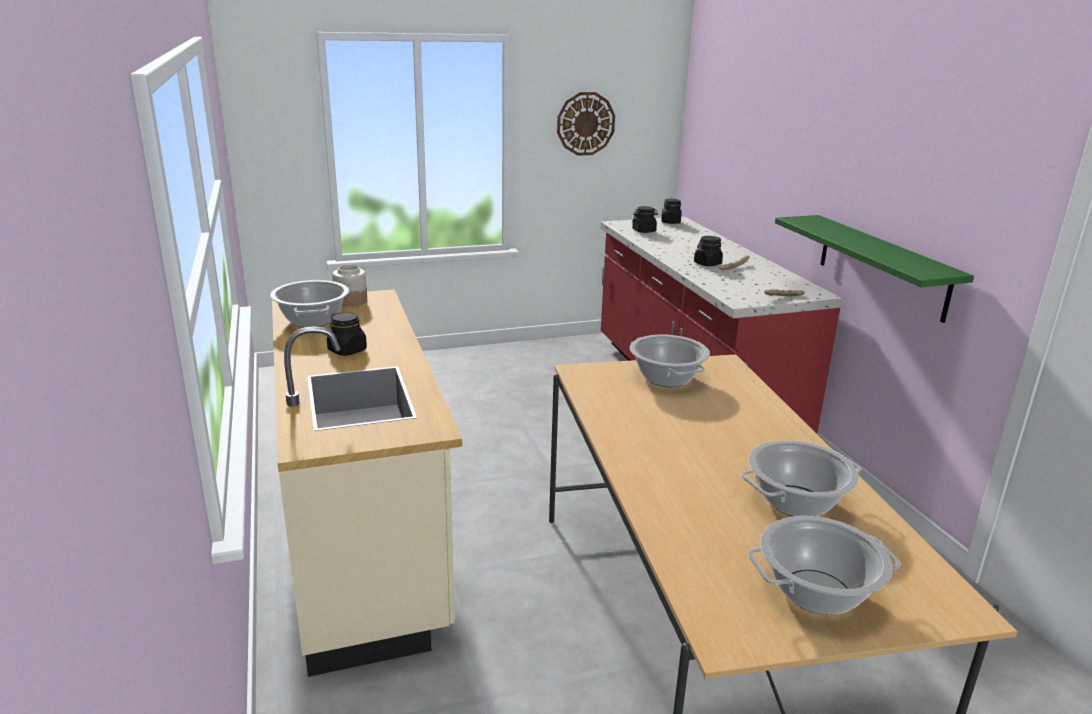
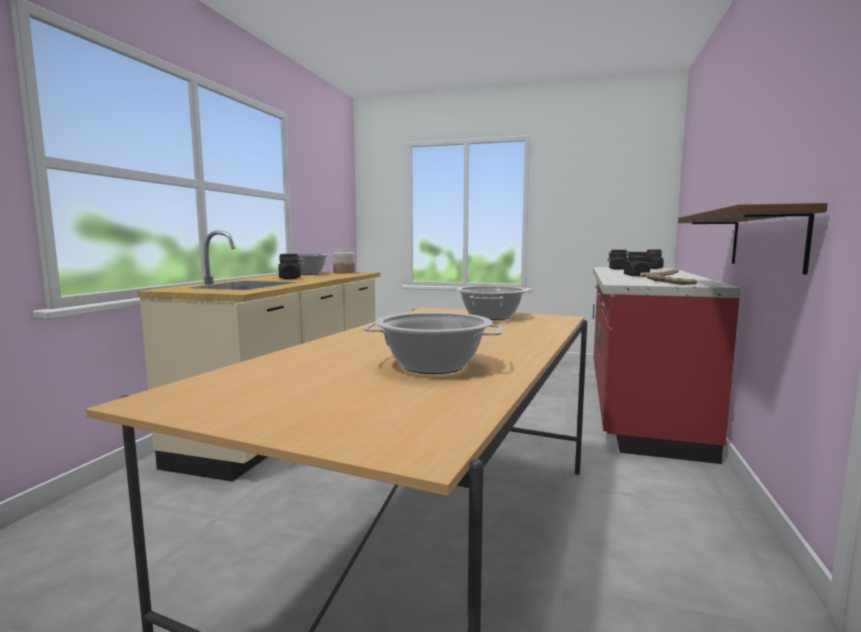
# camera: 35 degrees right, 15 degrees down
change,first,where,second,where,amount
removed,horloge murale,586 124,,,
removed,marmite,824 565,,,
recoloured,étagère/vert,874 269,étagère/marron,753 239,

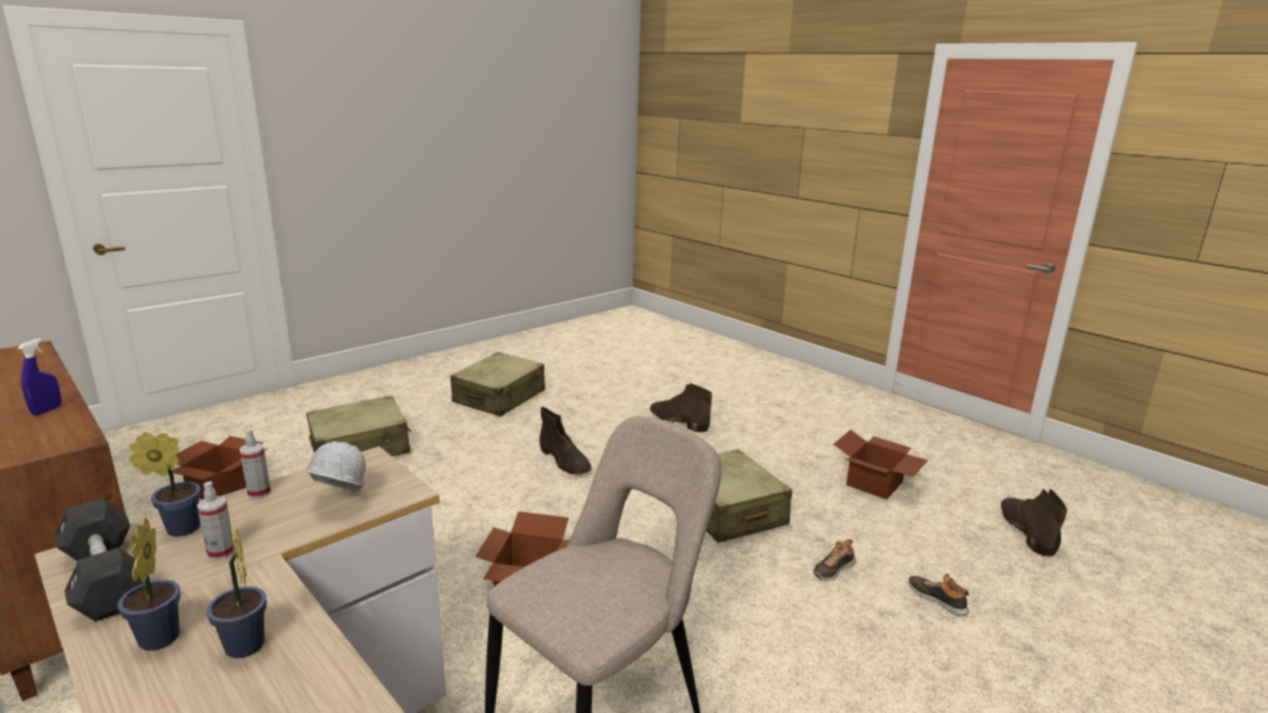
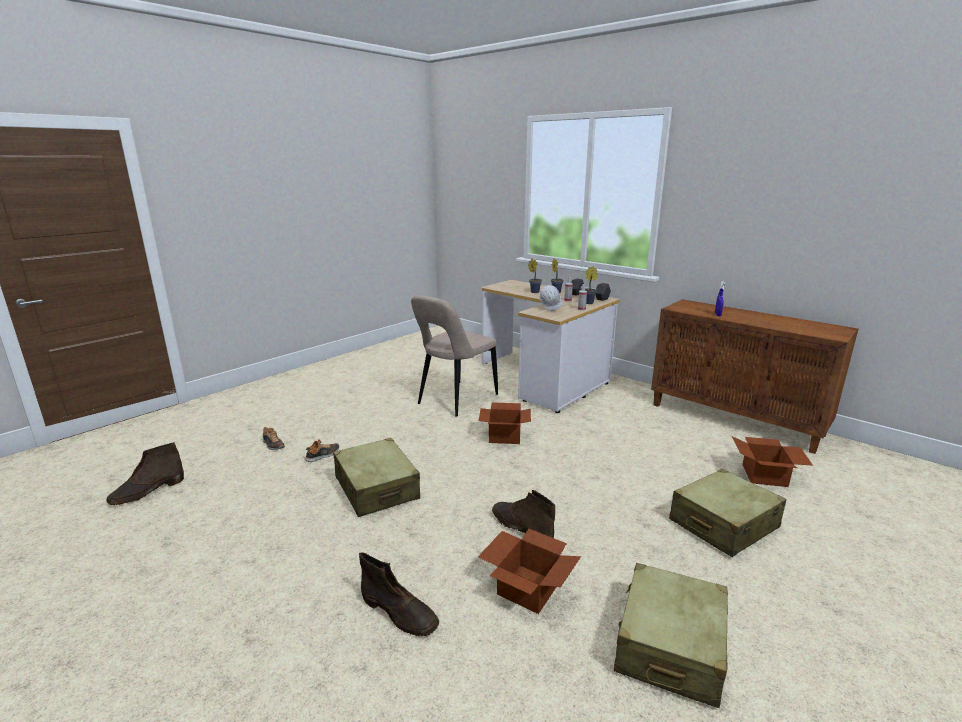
# camera: 175 degrees right, 0 degrees up
change,first,where,second,where,amount
moved,carton,880 464,,529 571,
turned,botte/marron,1034 522,,145 473,45 degrees clockwise

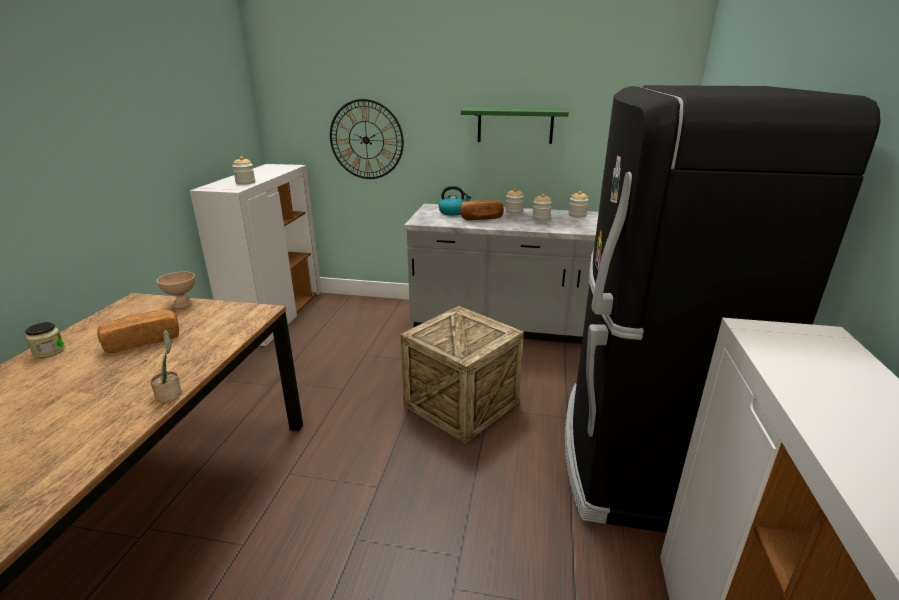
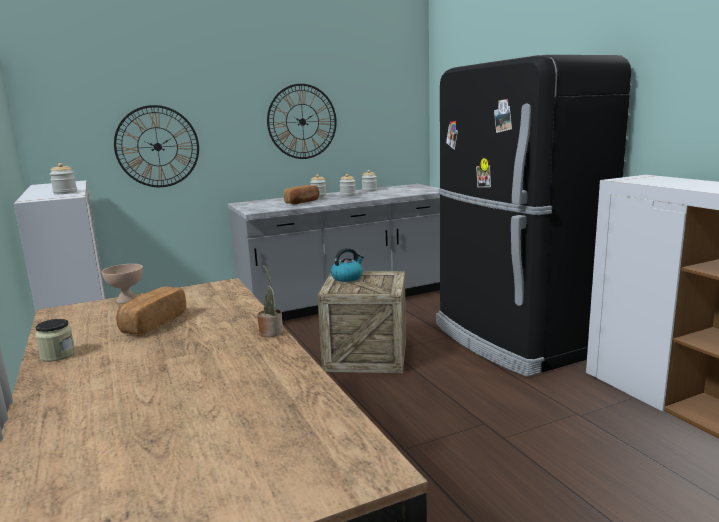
# camera: 35 degrees left, 10 degrees down
change,first,where,second,where,amount
moved,bouilloire,455 201,,347 265,
replaced,étagère/vert,515 126,horloge murale,302 121,

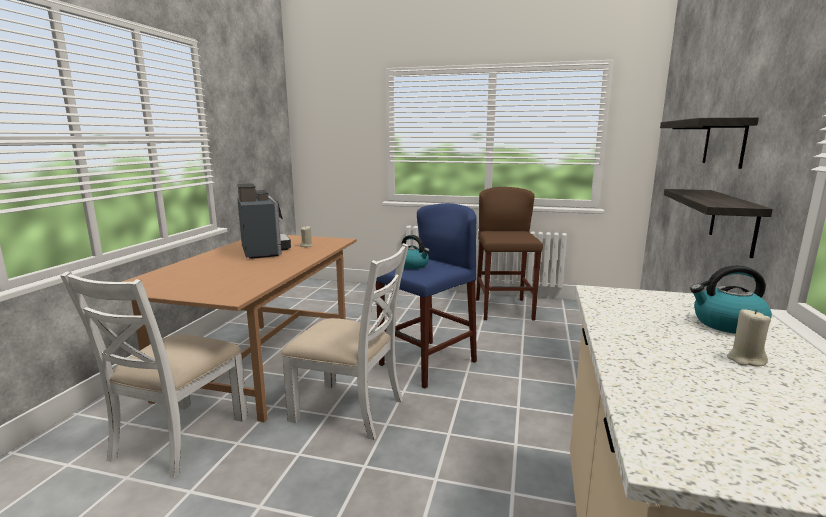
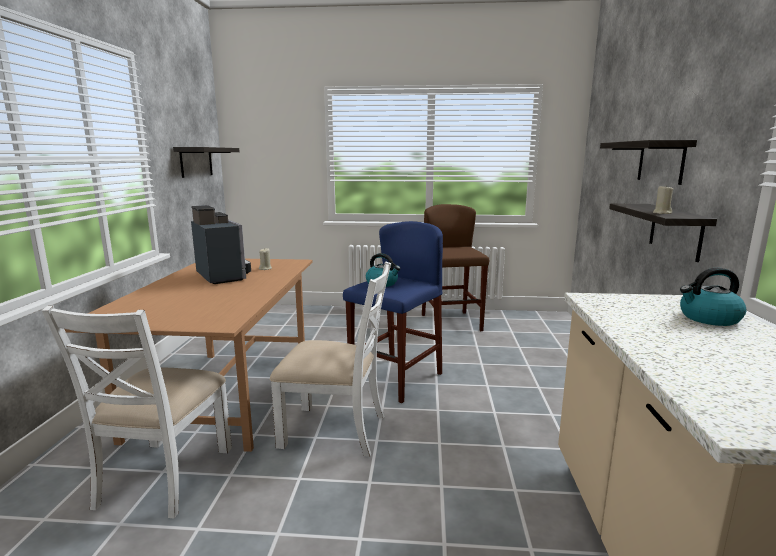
# camera: 10 degrees left, 0 degrees up
change,first,where,second,where,amount
added,,,étagère,206 162,
moved,bougie/beige,749 337,,663 199,

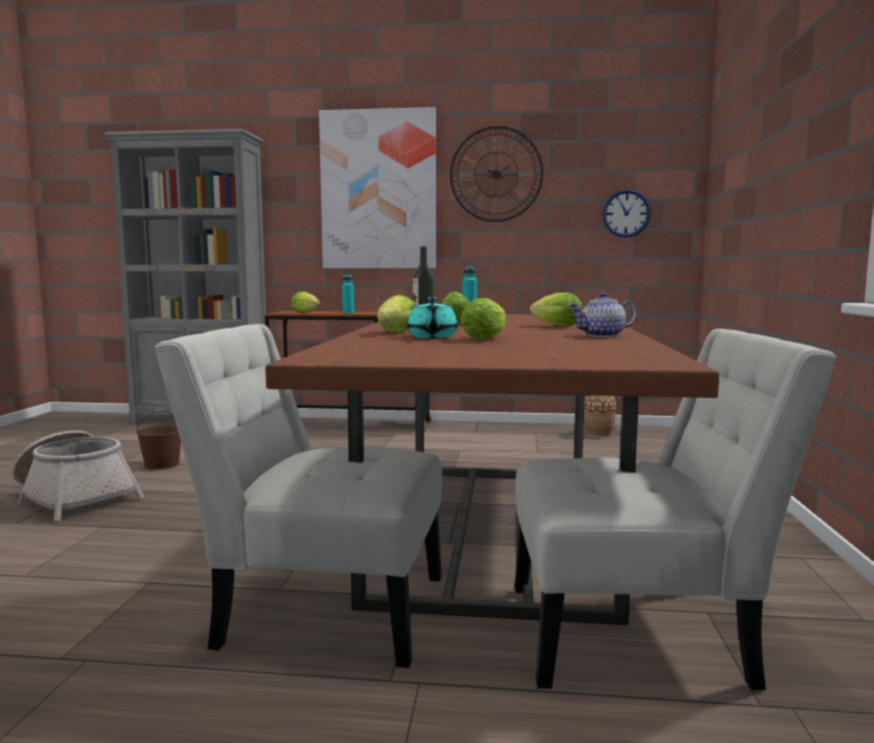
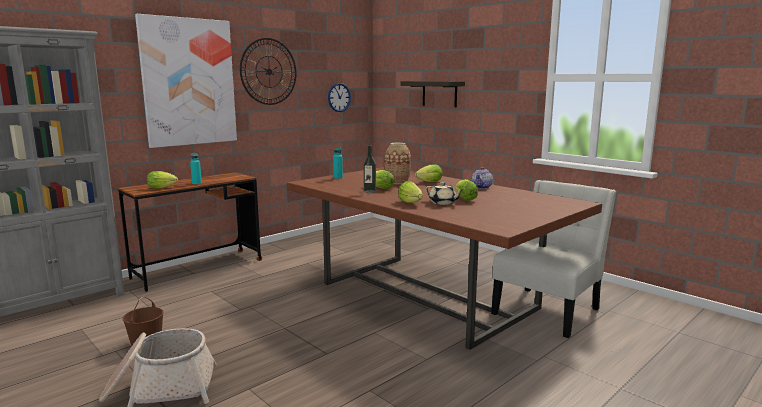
# camera: 50 degrees left, 5 degrees up
change,first,where,second,where,amount
removed,chaise/blanc,298 496,,,
added,,,étagère,432 94,
moved,vase,600 416,,398 163,
recoloured,théière/turquoise,432 317,théière/beige,444 193,

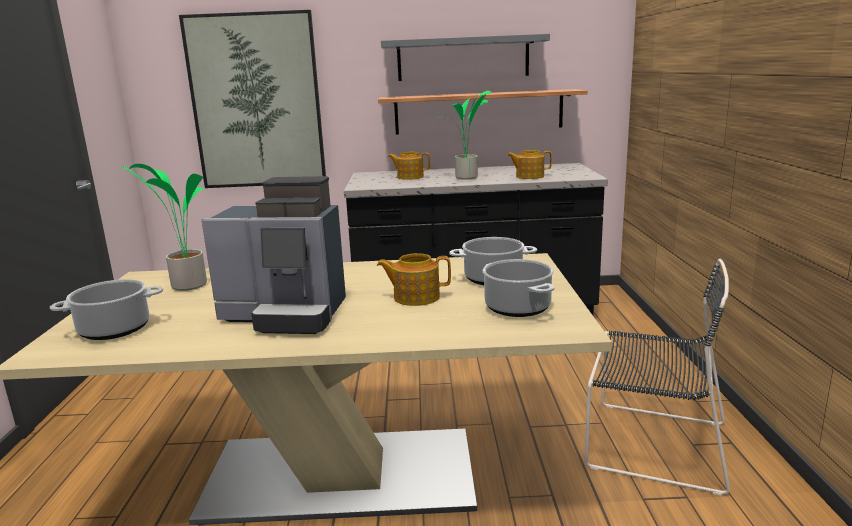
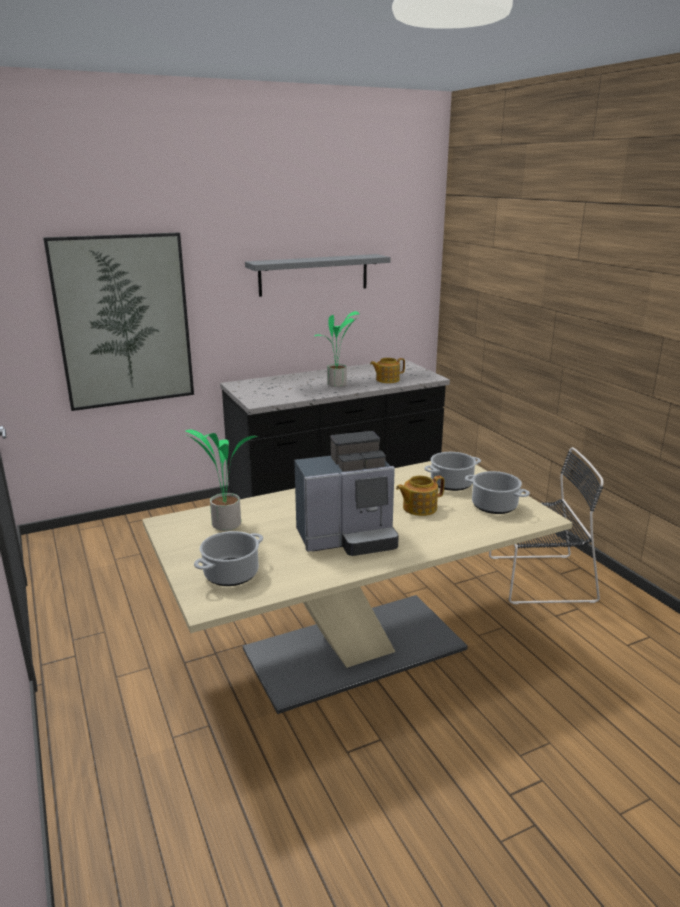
# camera: 25 degrees left, 5 degrees up
change,first,where,second,where,amount
removed,étagère,483 112,,,
removed,théière,409 166,,,

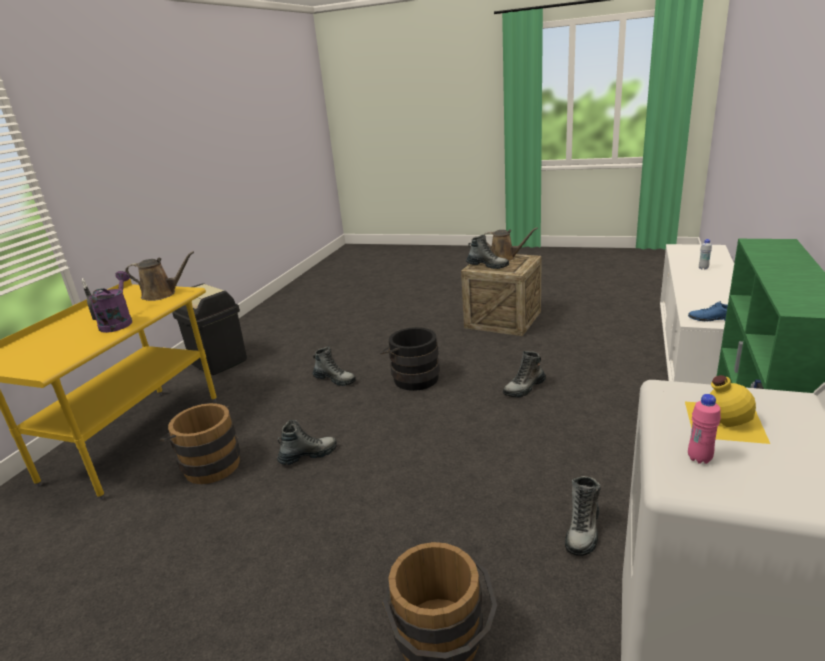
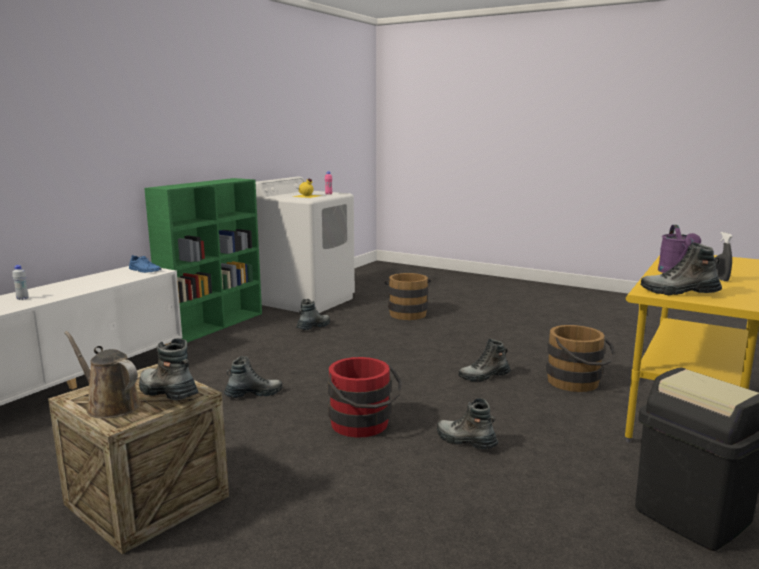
# camera: 170 degrees left, 10 degrees down
change,first,where,second,where,amount
replaced,arrosoir/marron,159 276,botte,681 268,
recoloured,seau/noir,410 359,seau/rouge,365 397,

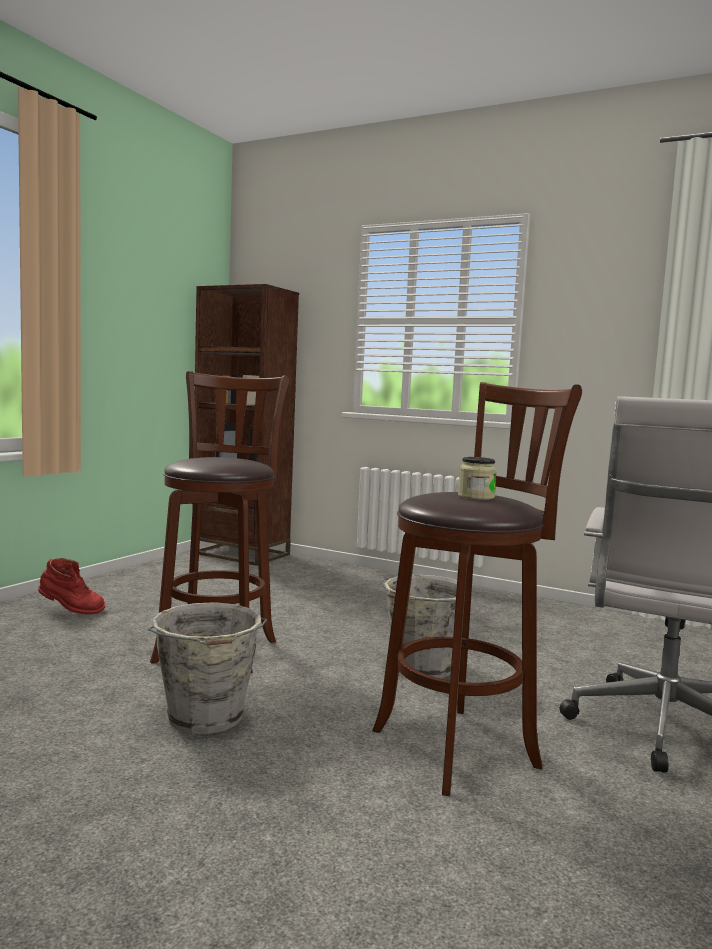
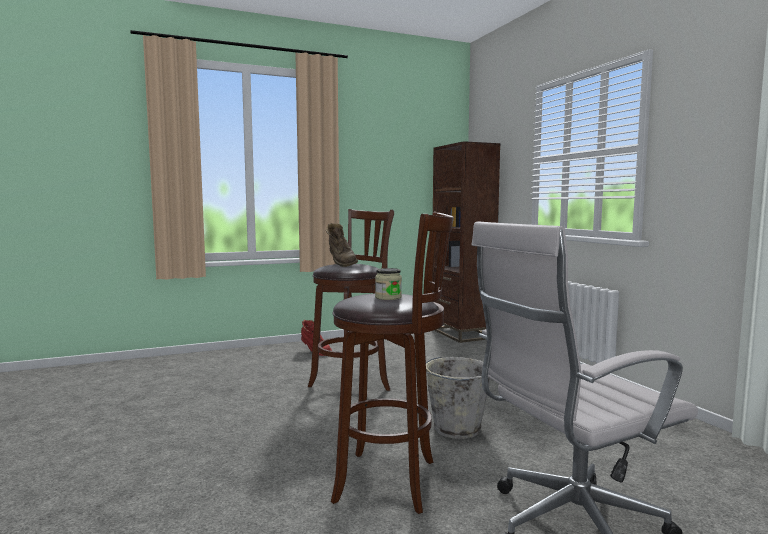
# camera: 40 degrees right, 0 degrees up
change,first,where,second,where,amount
removed,seau/gris,207 668,,,
added,,,botte/marron,342 245,

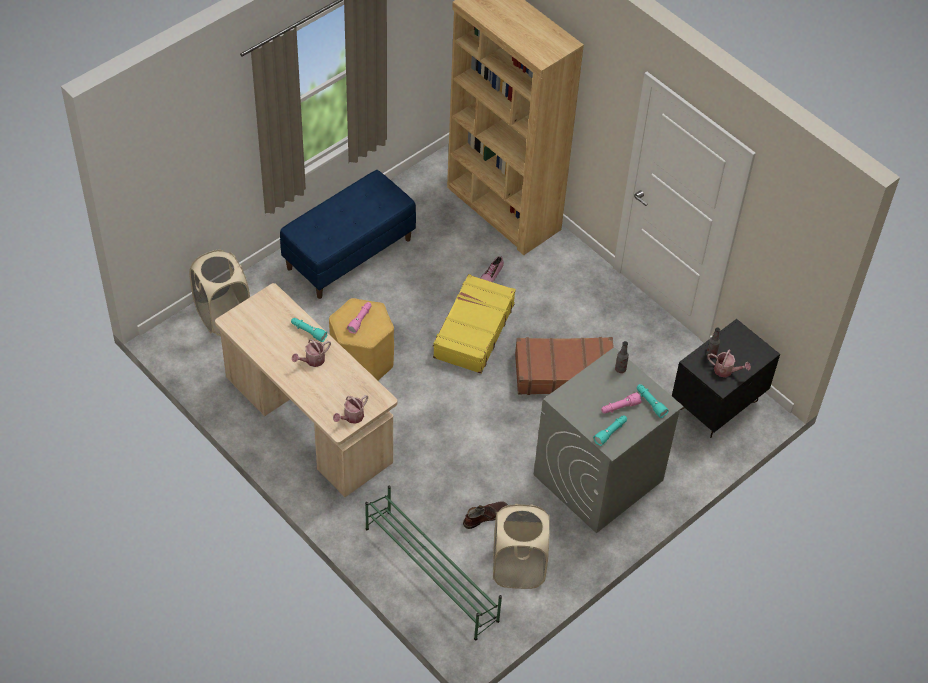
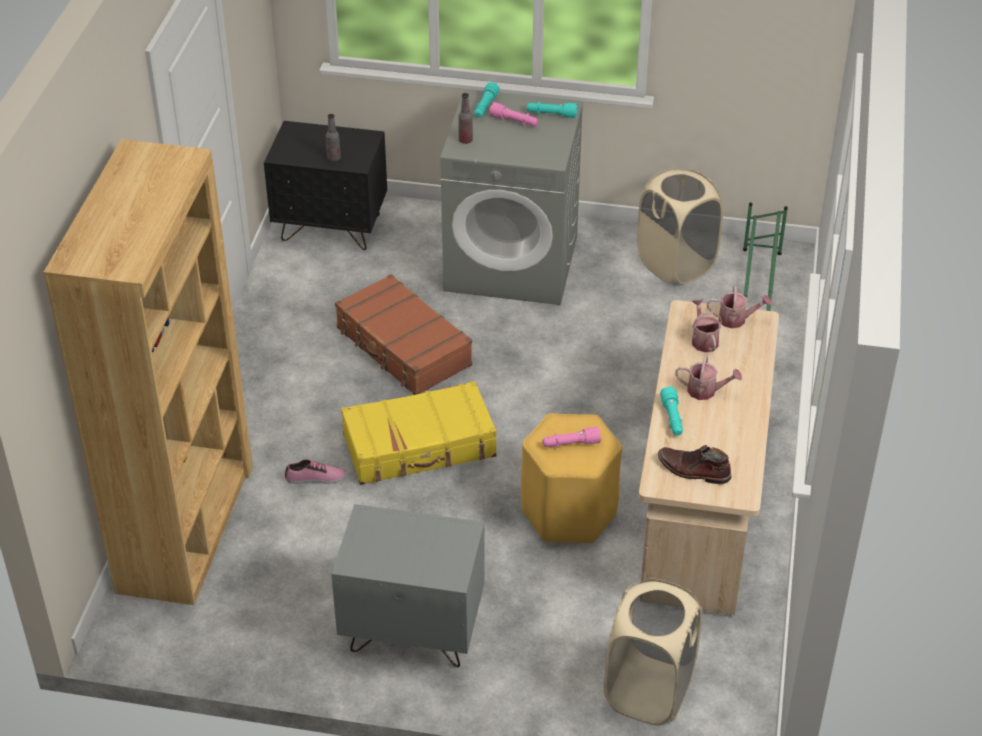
# camera: 125 degrees left, 10 degrees down
change,first,where,second,where,amount
moved,botte/marron,485 515,,694 464,
moved,arrosoir,729 363,,707 325,
replaced,banc/bleu,348 234,table de chevet/gris,408 585,

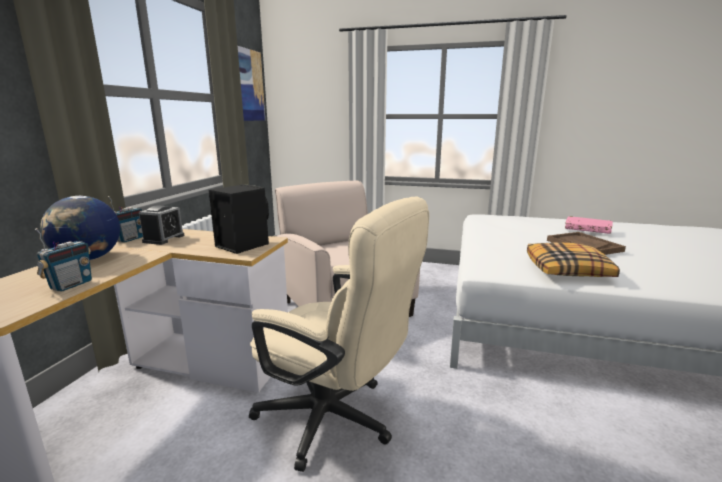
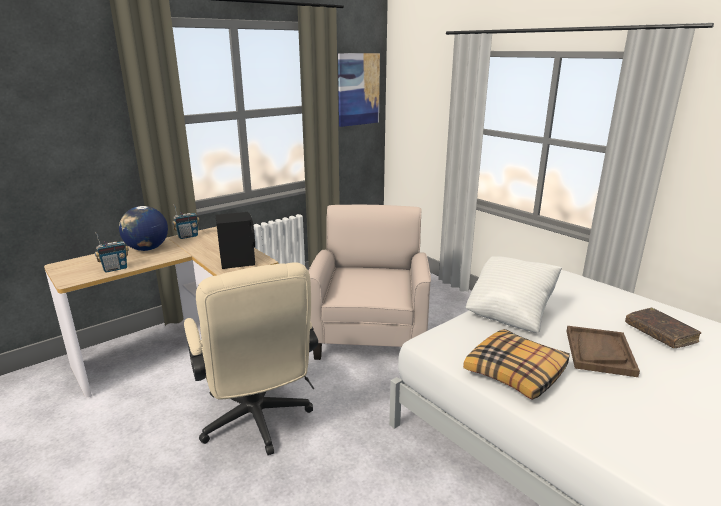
# camera: 35 degrees right, 5 degrees up
change,first,where,second,where,amount
removed,réveil,161 225,,,
added,,,coussin/blanc,514 294,
recoloured,livre/rose,589 225,livre/marron,663 328,

